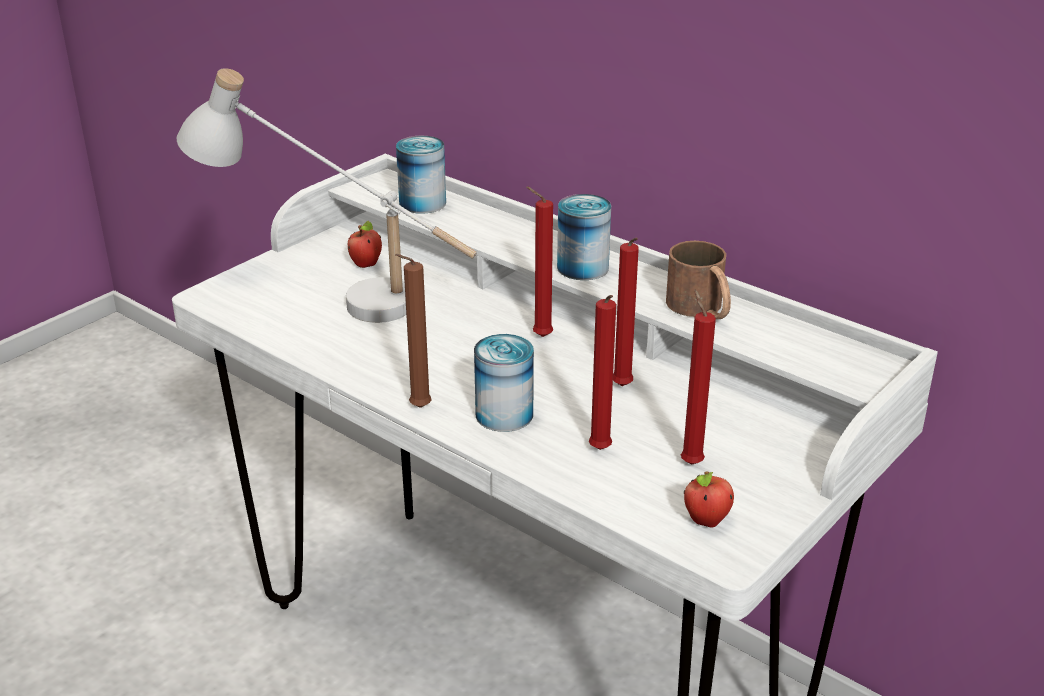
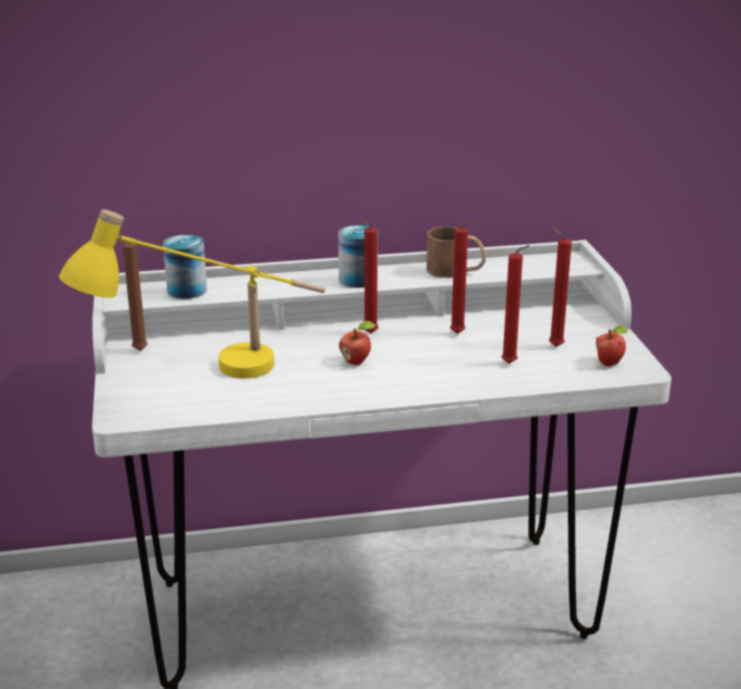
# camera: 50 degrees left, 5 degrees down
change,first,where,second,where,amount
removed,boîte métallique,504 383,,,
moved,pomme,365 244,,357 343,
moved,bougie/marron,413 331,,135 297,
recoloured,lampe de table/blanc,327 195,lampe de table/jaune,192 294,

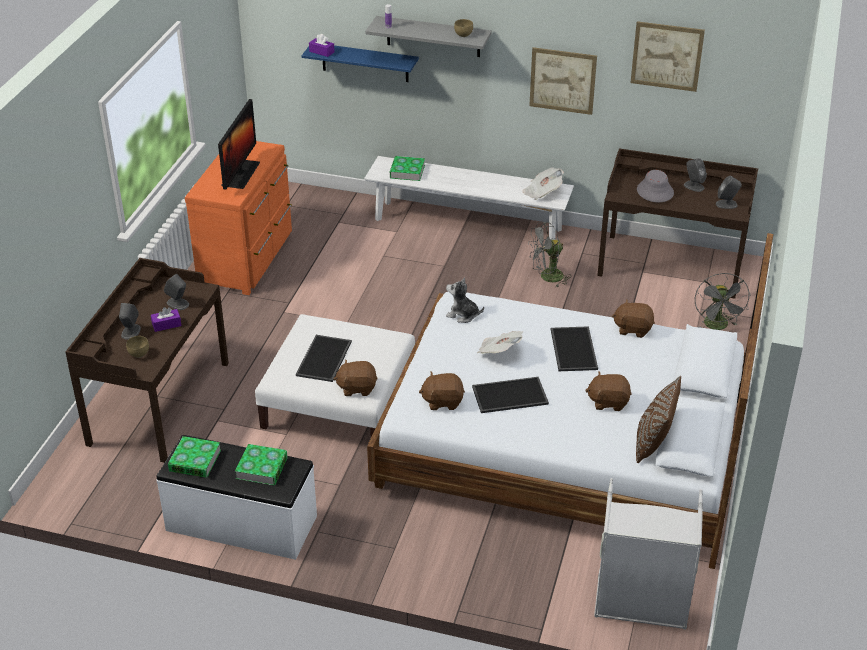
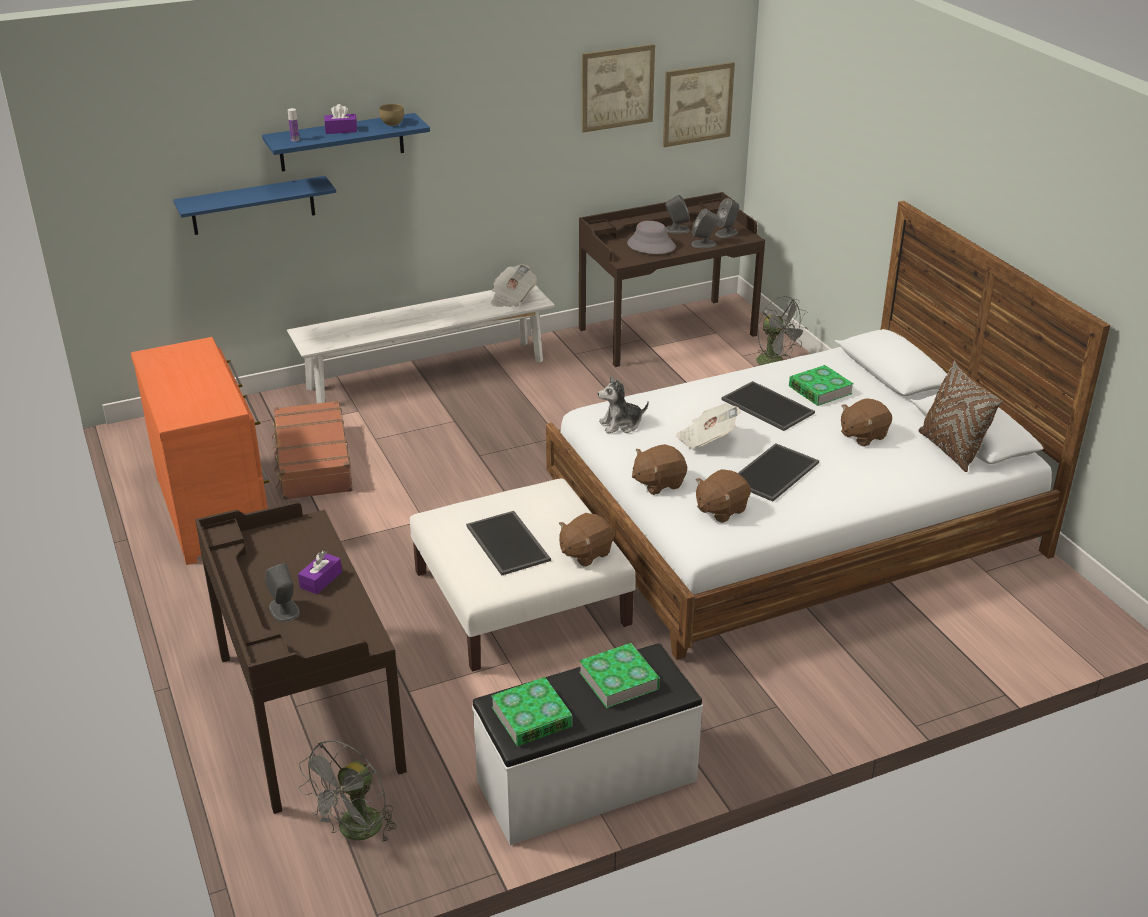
# camera: 40 degrees left, 5 degrees down
change,first,where,second,where,amount
removed,bol/marron,137 347,,,
removed,écran d'ordinateur,239 144,,,
removed,panier à linge/gris,648 553,,,
added,,,valise/marron,311 450,
moved,enceinte/gris,176 291,,705 228,
moved,boîte à mouchoirs/violet,322 45,,340 119,
moved,livre,407 168,,821 385,
moved,ventilateur/gris,549 255,,347 792,
moved,tableau,563 81,,699 104,
moved,peluche/marron,633 318,,659 469,
recoloured,étagère/gris,428 36,étagère/bleu,346 142,

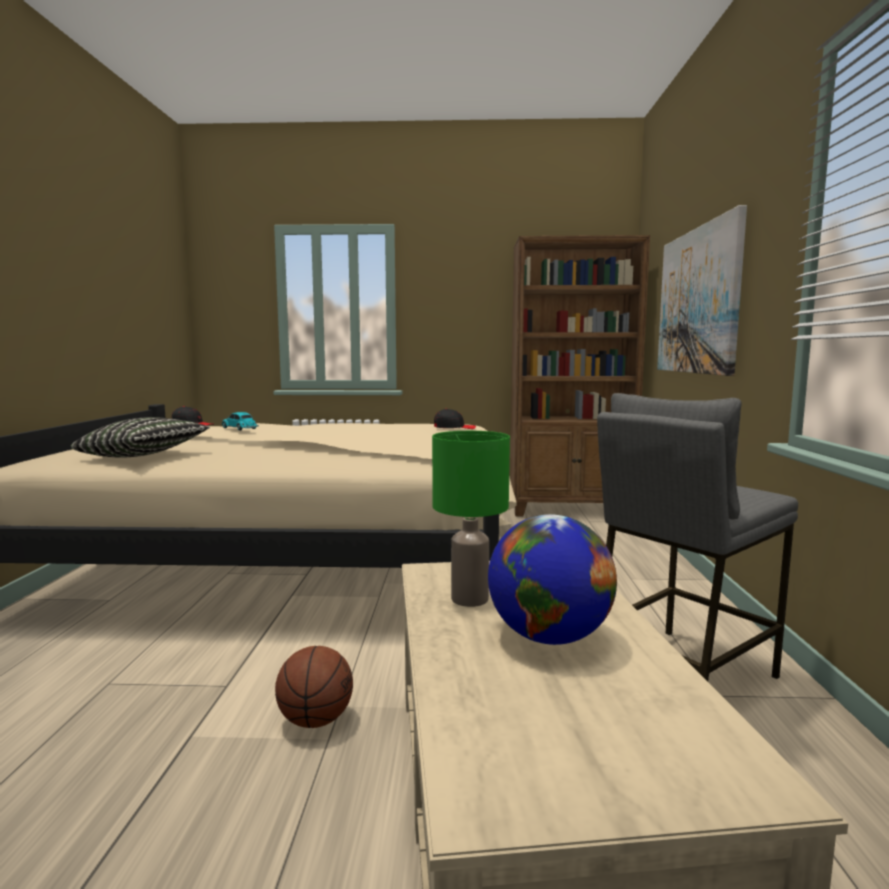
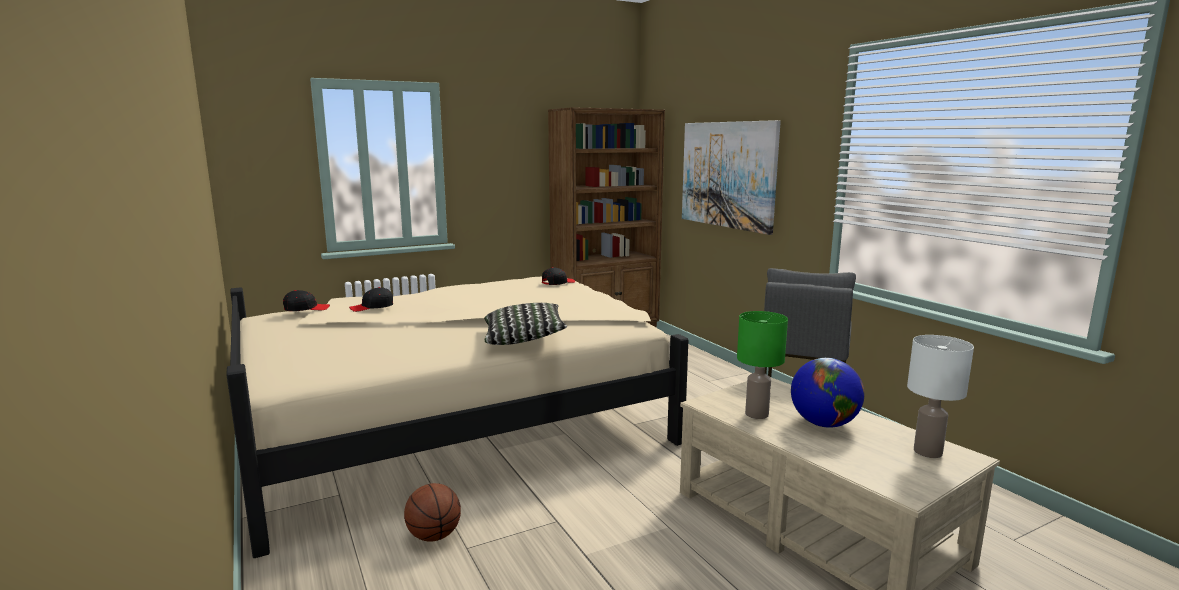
# camera: 30 degrees left, 5 degrees up
change,first,where,second,where,amount
added,,,lampe de table/blanc,940 396,
moved,coussin,140 437,,525 324,
moved,ballon de basket,314 687,,432 512,
replaced,petite voiture,240 421,casquette/noir,371 299,

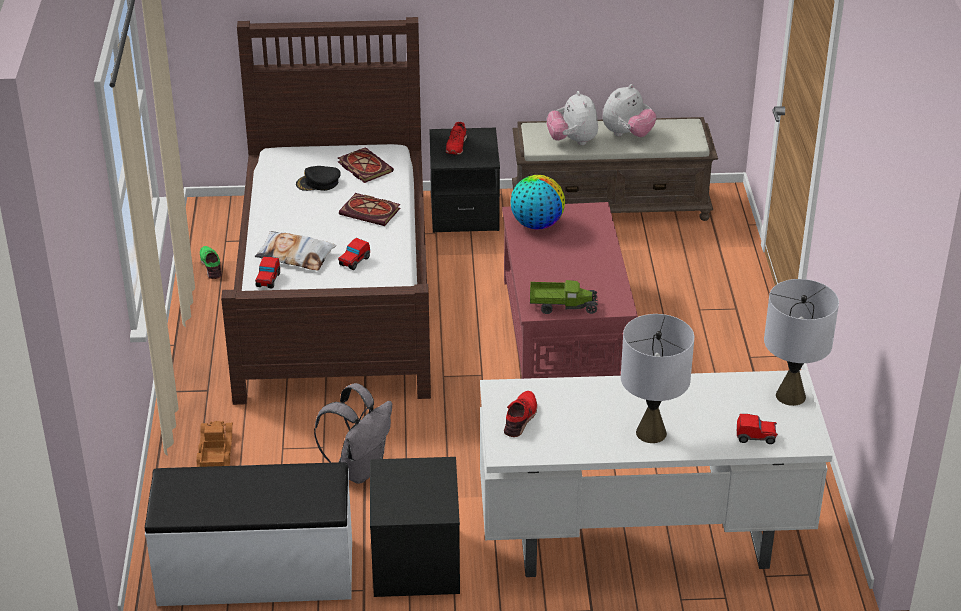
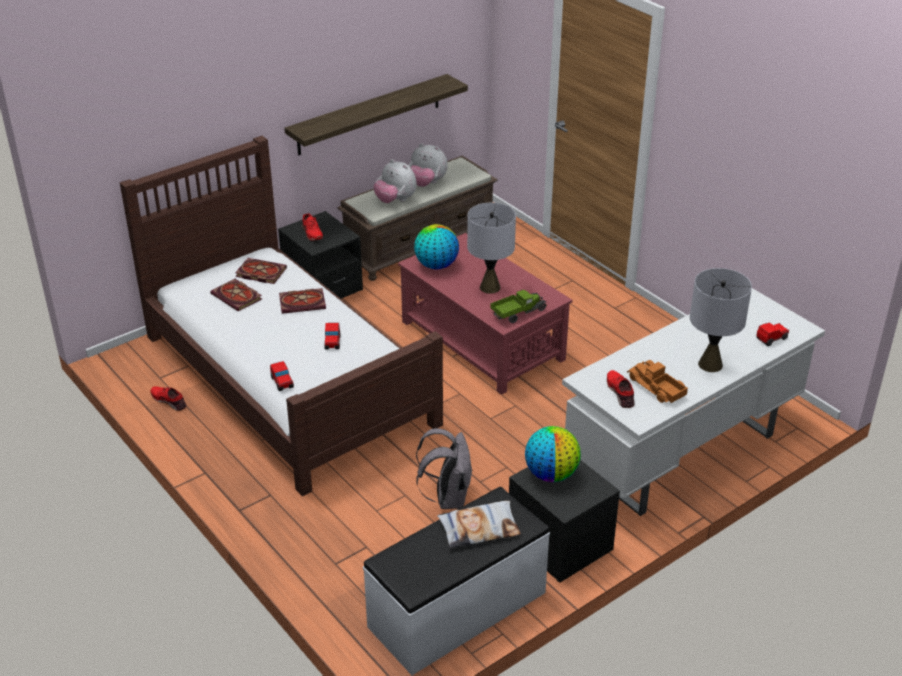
# camera: 35 degrees left, 0 degrees up
change,first,where,second,where,amount
added,,,étagère,376 114,
added,,,globe,553 454,
moved,camion jouet,215 444,,657 381,
moved,coussin,295 251,,479 524,
moved,lampe de table/gris,801 342,,491 248,
replaced,casquette/noir,318 178,livre,236 295,
recoloured,chaussure/vert,211 262,chaussure/rouge,168 399,
turned,peluche,630 110,,428 165,105 degrees clockwise

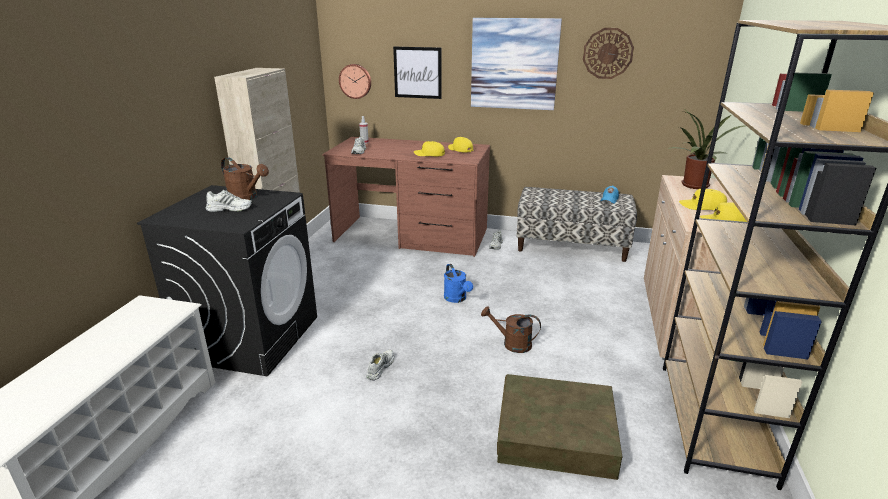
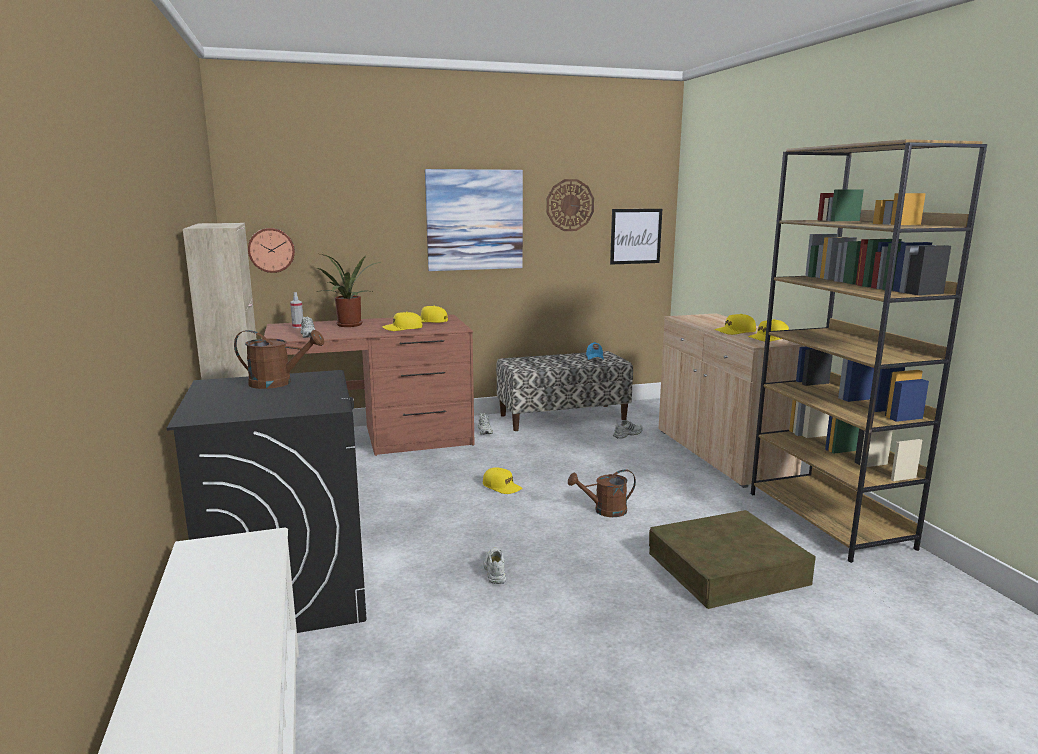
# camera: 30 degrees left, 10 degrees down
change,first,where,second,where,amount
moved,chaussure/blanc,229 201,,628 429,
moved,tableau,417 73,,636 237,
moved,plante en pot,707 150,,349 290,
replaced,arrosoir/bleu,458 283,casquette/jaune,502 480,

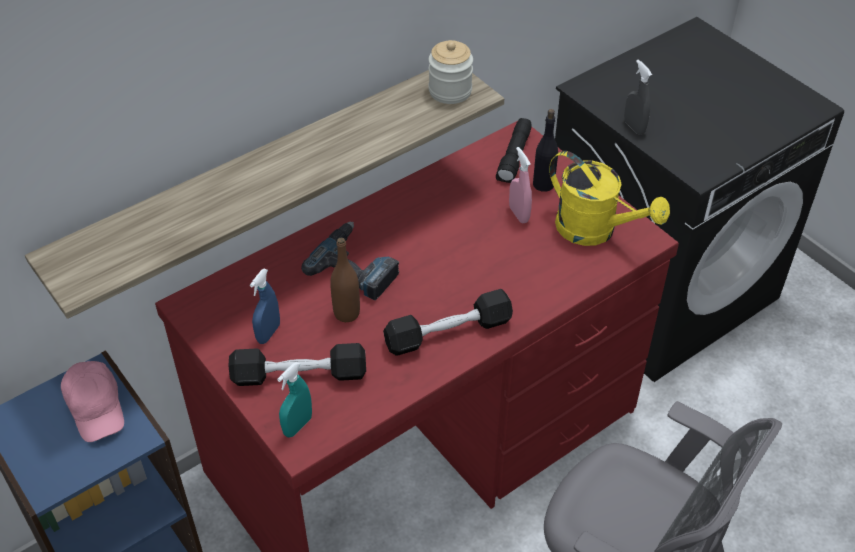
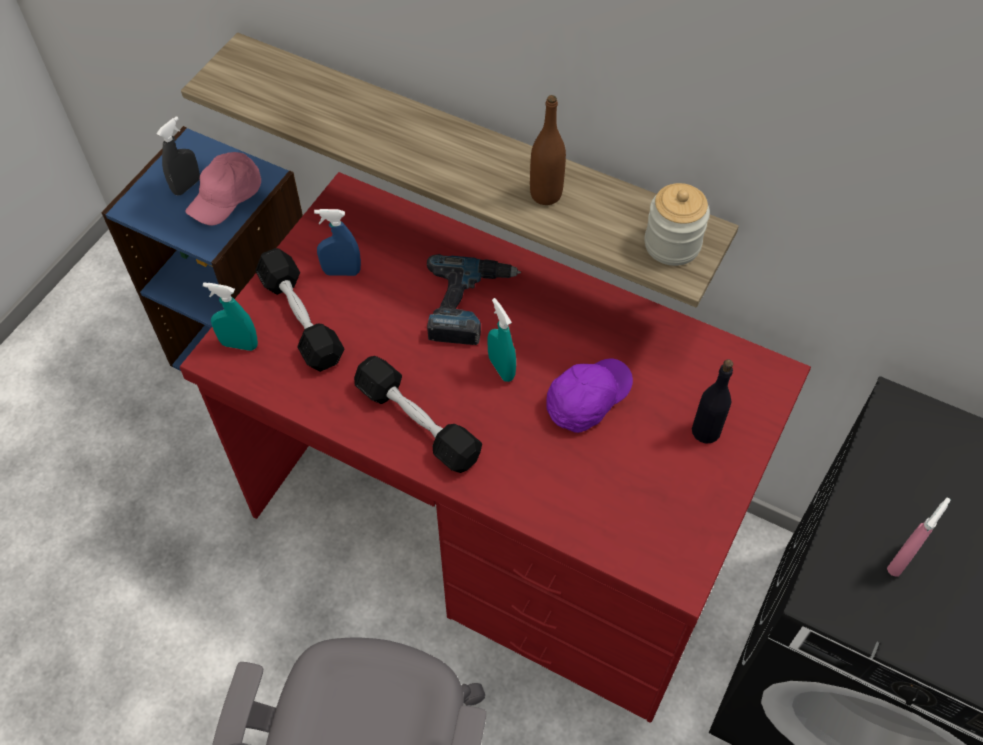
# camera: 65 degrees right, 10 degrees up
change,first,where,second,where,amount
removed,lampe de poche/noir,514 150,,,
removed,arrosoir/jaune,609 198,,,
added,,,vaporisateur/turquoise,501 340,
added,,,casquette/violet,589 395,
moved,bouteille/marron,345 279,,548 150,
moved,vaporisateur/rose,520 185,,919 537,
moved,vaporisateur/gris,638 97,,178 156,

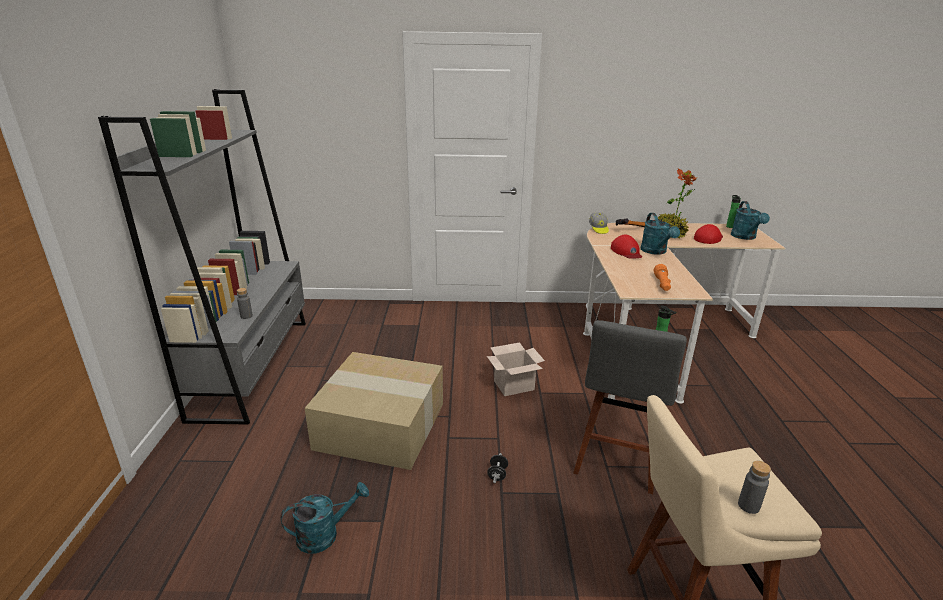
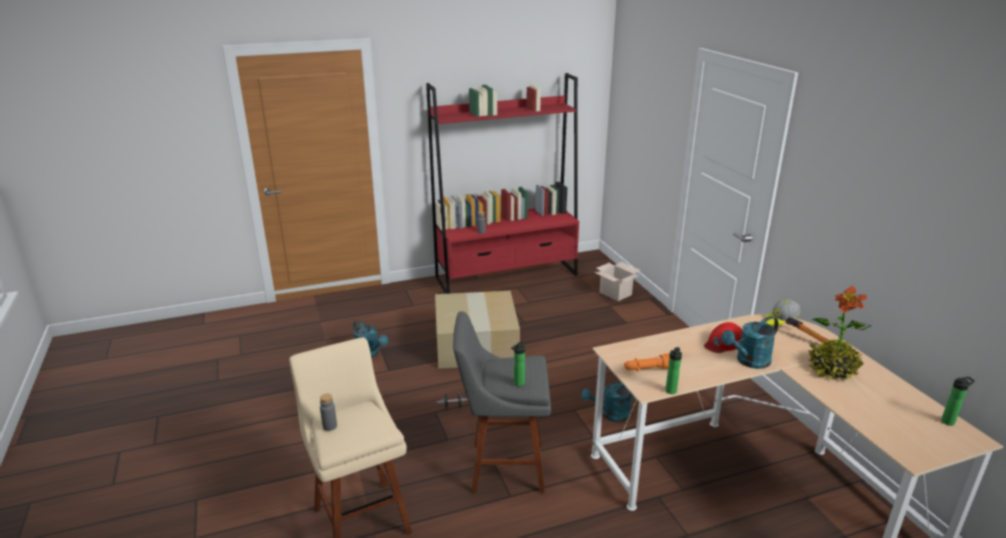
# camera: 70 degrees right, 0 degrees up
change,first,where,second,where,amount
removed,casquette/rouge,708 234,,,
added,,,bouteille,673 370,
moved,carton,516 369,,617 281,
moved,arrosoir/turquoise,750 220,,608 402,
recoloured,bibliothèque/gris,202 257,bibliothèque/rouge,502 183,

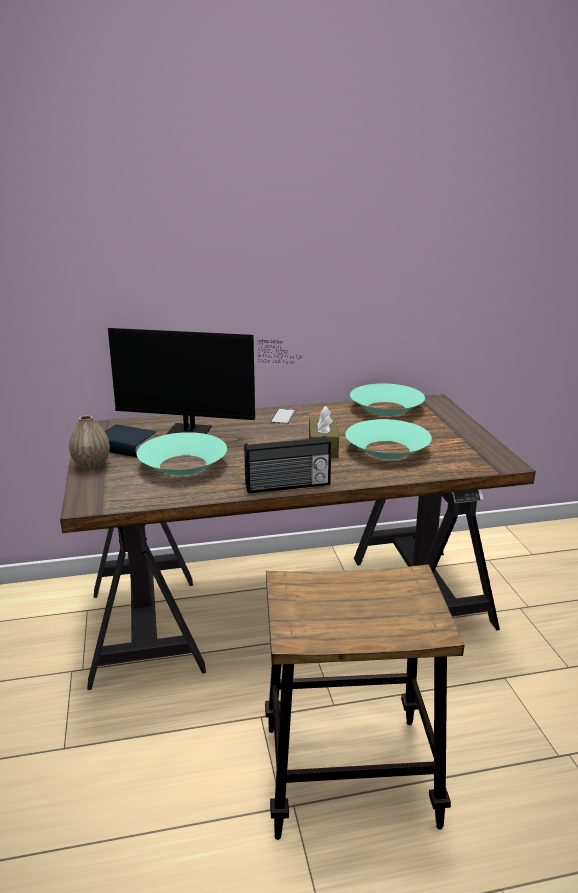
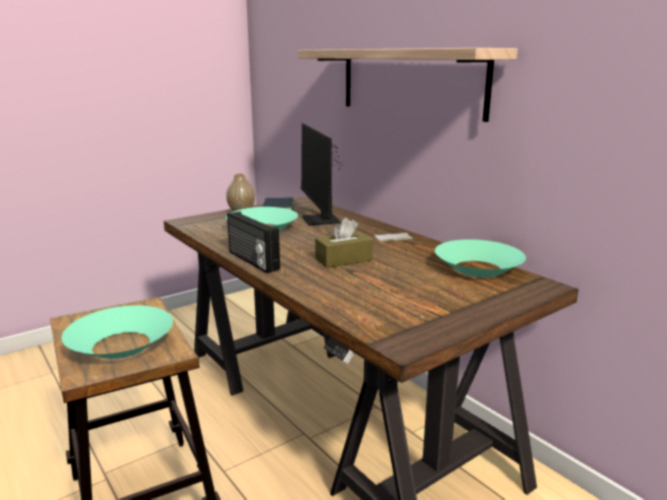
# camera: 65 degrees right, 5 degrees down
change,first,where,second,where,amount
added,,,étagère,408 85,
moved,bol/turquoise,388 439,,117 332,

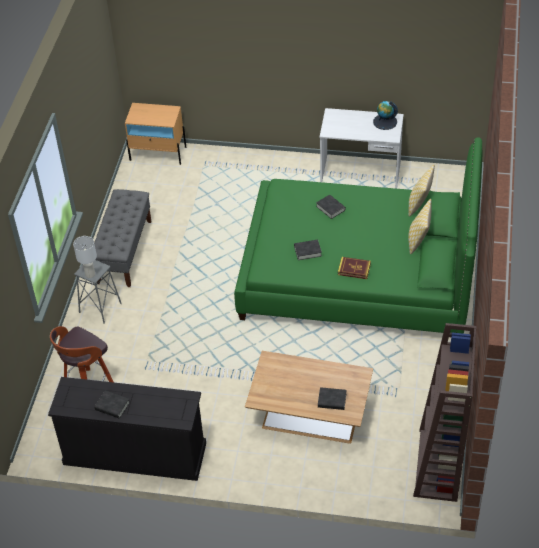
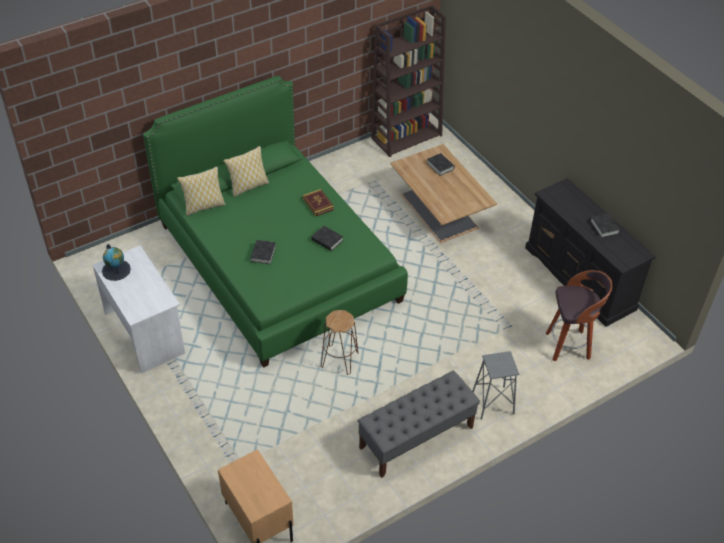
# camera: 135 degrees left, 0 degrees up
change,first,where,second,where,amount
removed,lampe de table/blanc,85 257,,,
added,,,tabouret/marron,340 342,

